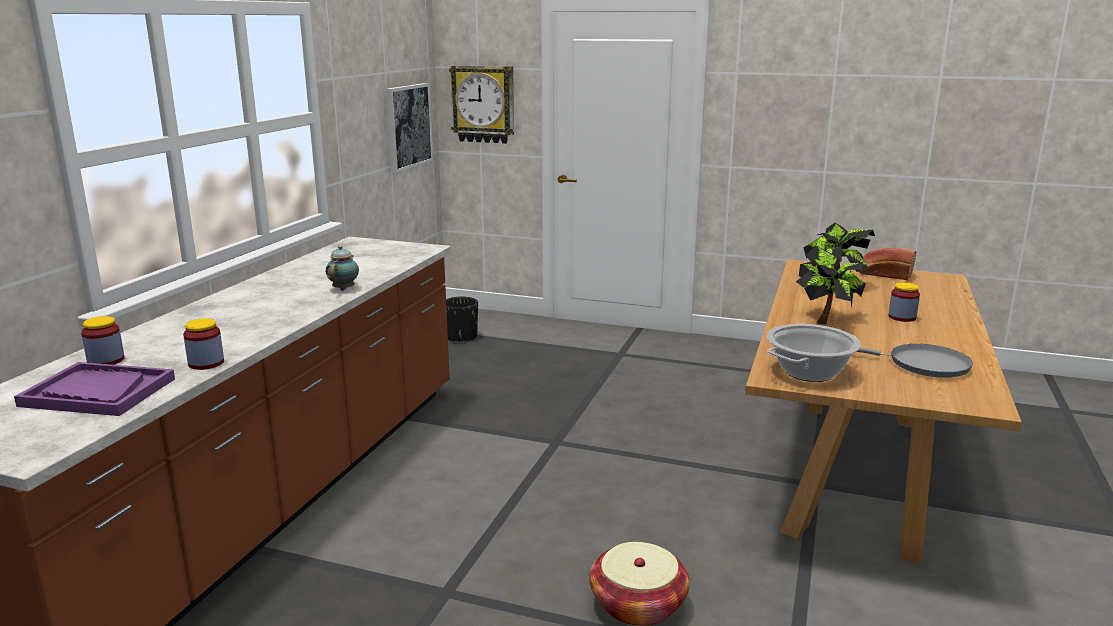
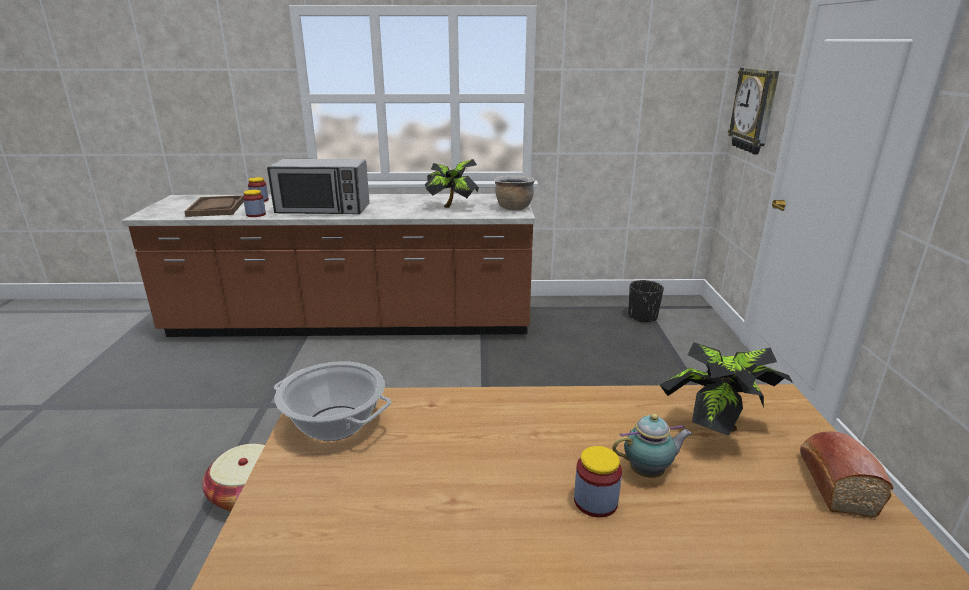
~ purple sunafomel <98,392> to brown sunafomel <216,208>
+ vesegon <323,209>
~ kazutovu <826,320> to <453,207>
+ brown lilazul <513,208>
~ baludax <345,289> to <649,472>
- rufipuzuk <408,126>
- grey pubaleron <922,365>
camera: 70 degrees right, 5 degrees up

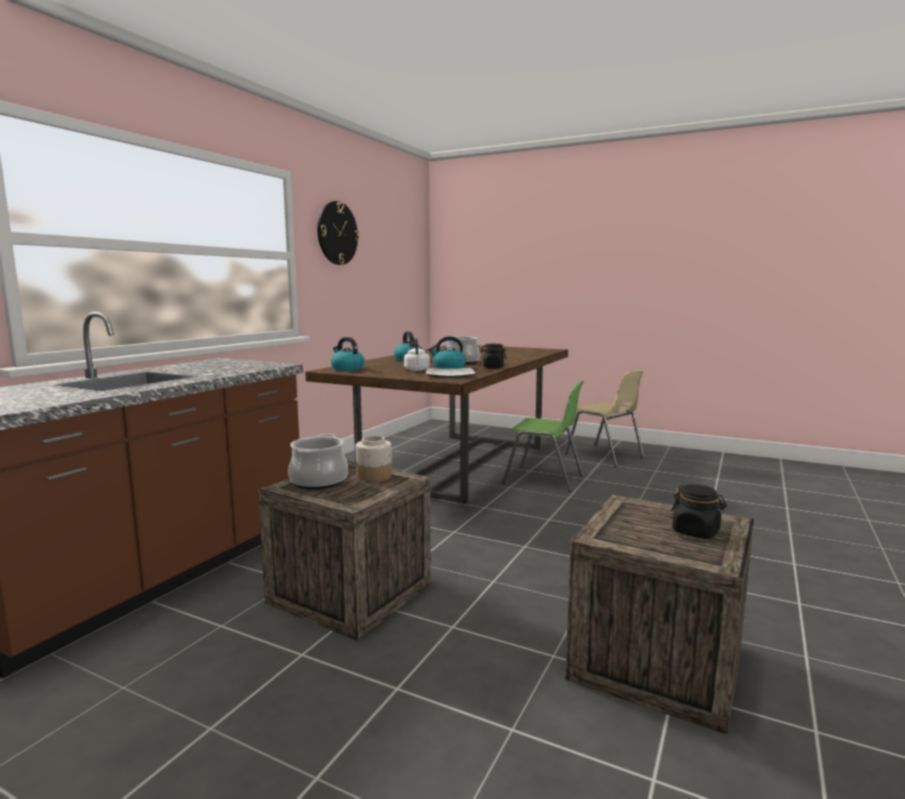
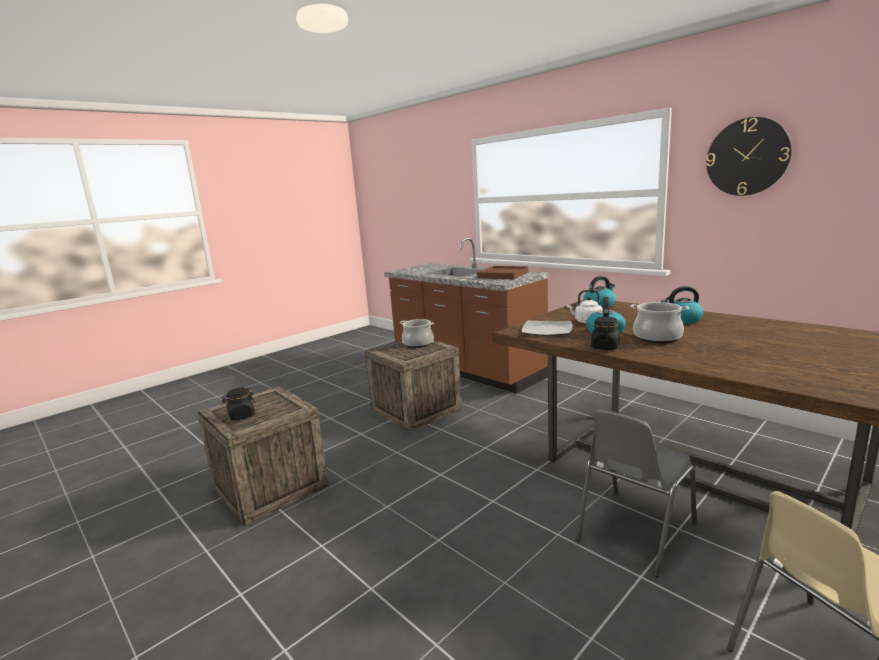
+ brown sunafomel <503,275>
~ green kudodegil <545,479> to grey kudodegil <633,532>
- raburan <374,475>
camera: 110 degrees right, 5 degrees up

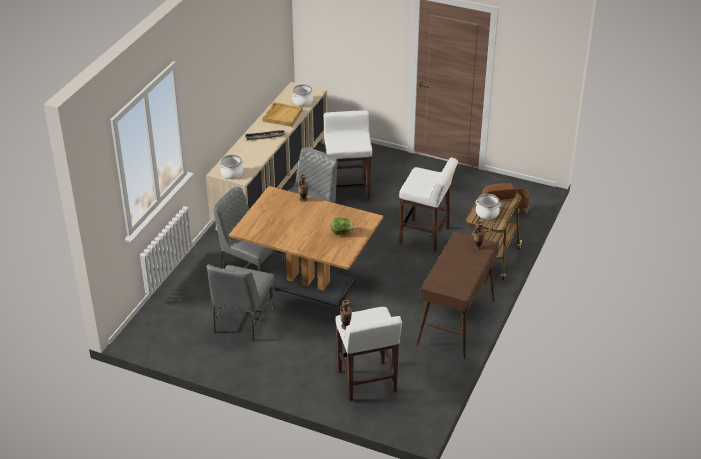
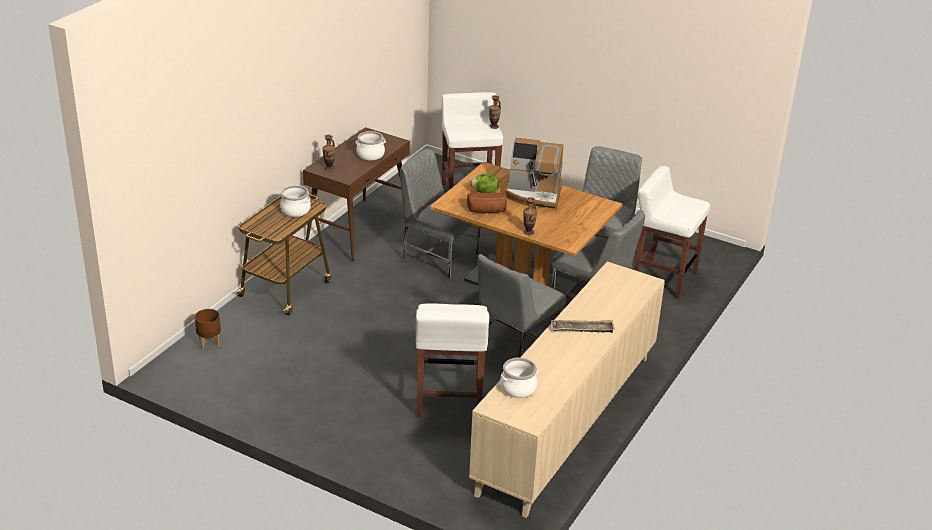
~ lilazul <232,173> to <370,155>
+ grey kudodegil <438,256>
~ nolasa <498,196> to <487,211>
+ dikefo <534,195>
~ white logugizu <425,235> to <663,278>
- beige sunafomel <282,115>
camera: 175 degrees left, 5 degrees down

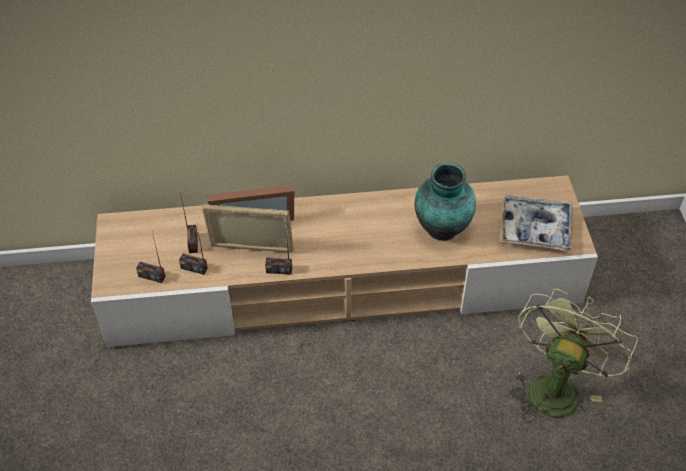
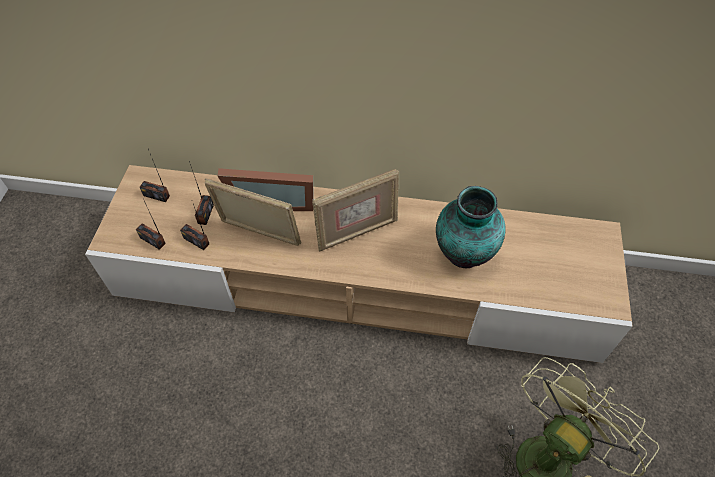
~ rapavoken <279,270> to <156,195>
+ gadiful <357,232>
- sunafomel <535,228>
camera: 15 degrees right, 5 degrees up

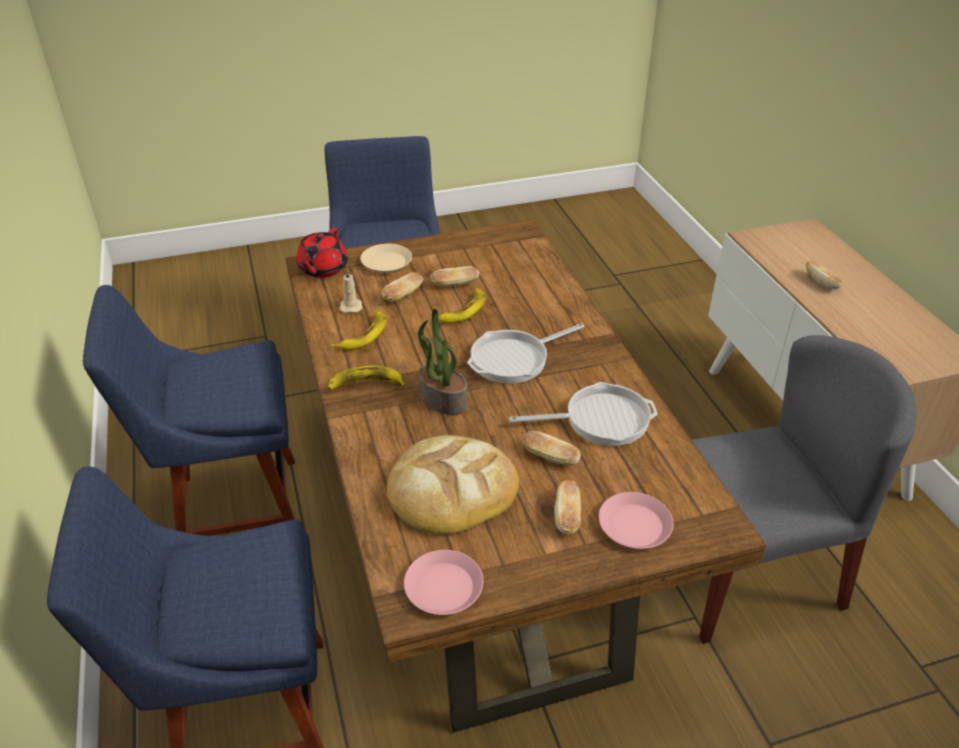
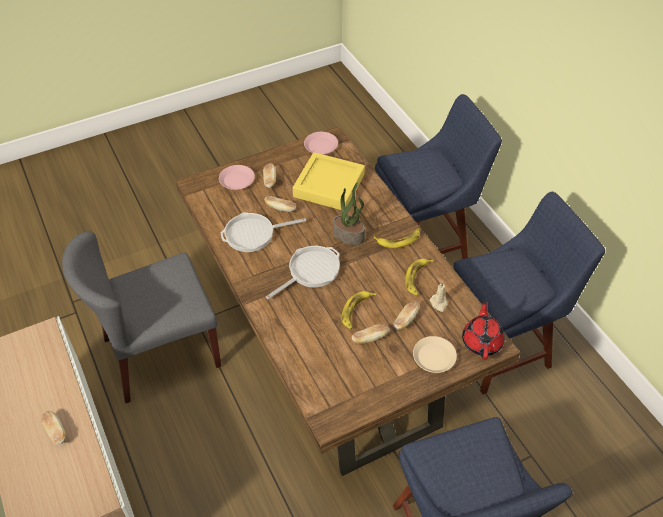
~ nolasa <451,489> to yellow sunafomel <329,186>
camera: 170 degrees right, 10 degrees up

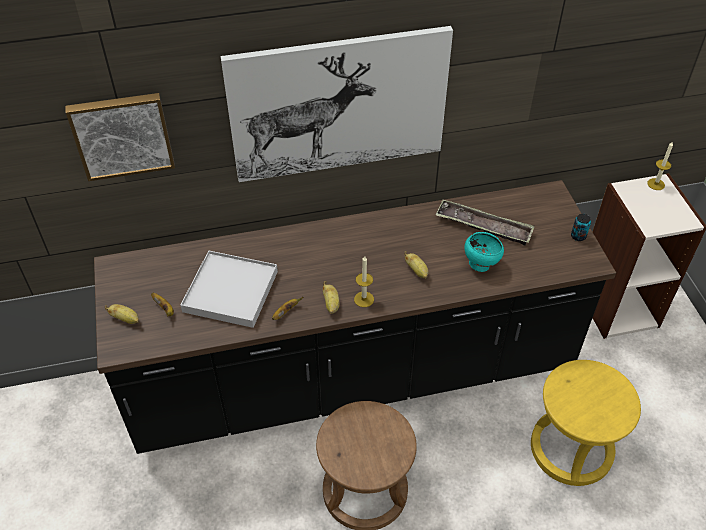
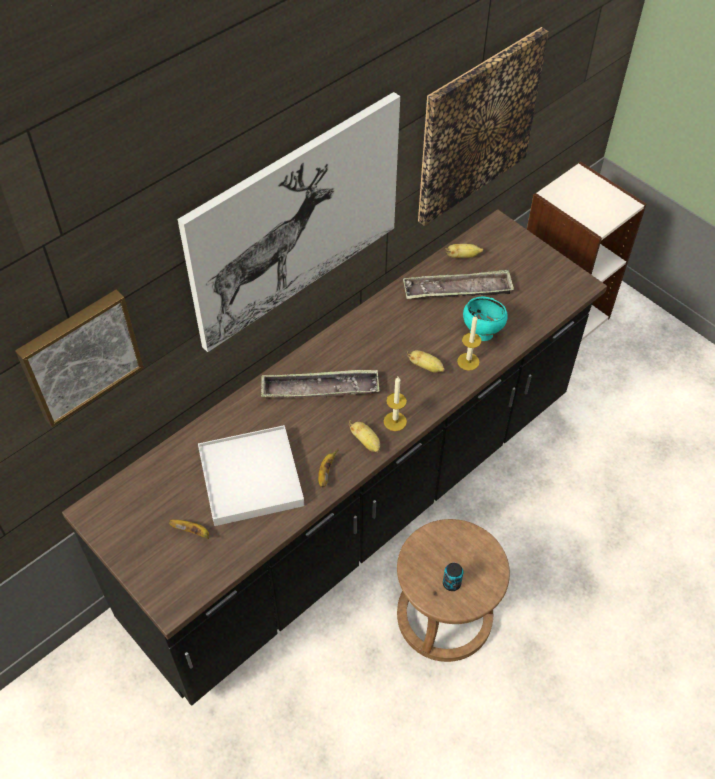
+ sunafomel <320,389>
+ rufipuzuk <477,127>
~ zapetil <578,236> to <451,583>
~ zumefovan <126,319> to <462,256>
~ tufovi <656,184> to <468,361>
- yellow logugizu <571,449>
camera: 30 degrees left, 5 degrees up

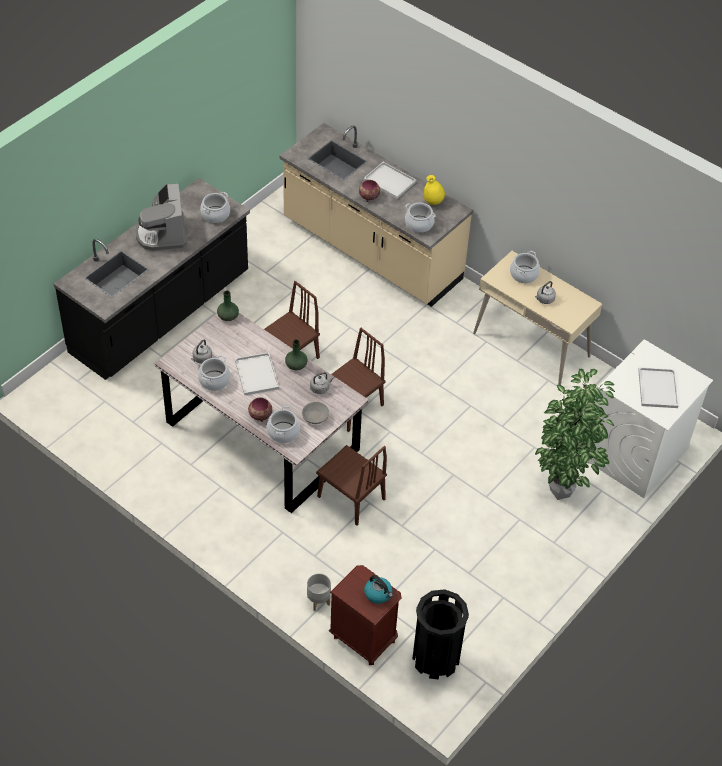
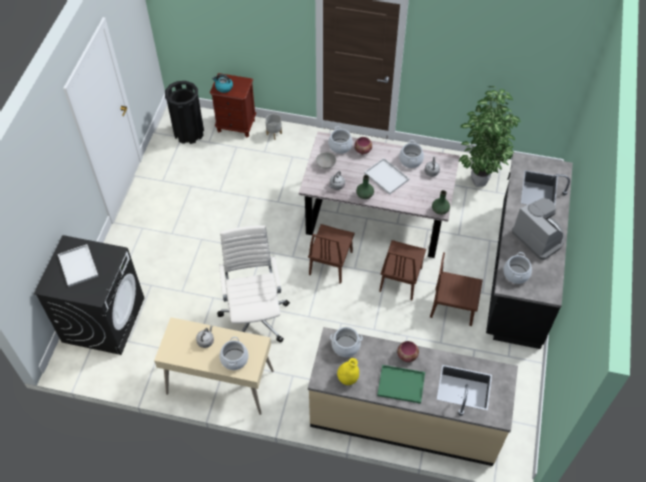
~ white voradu <633,454> to black voradu <103,319>
+ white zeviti <255,316>
~ white sunafomel <390,181> to green sunafomel <400,385>
~ brown kudodegil <351,497> to <453,307>
~ kazutovu <563,491> to <477,182>
camera: 155 degrees right, 5 degrees up

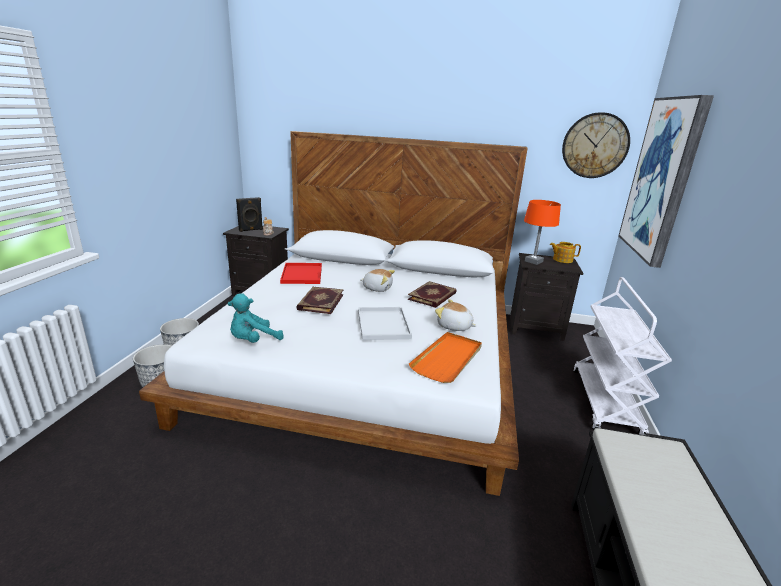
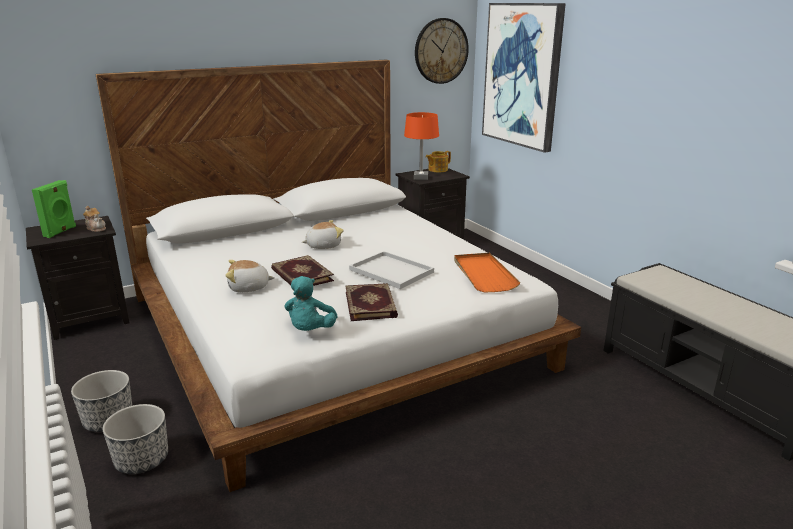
~ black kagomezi <251,230> to green kagomezi <61,231>
~ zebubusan <454,326> to <249,288>
~ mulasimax <433,296> to <371,304>
- red sunafomel <302,275>
- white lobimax <605,402>
camera: 40 degrees left, 0 degrees up

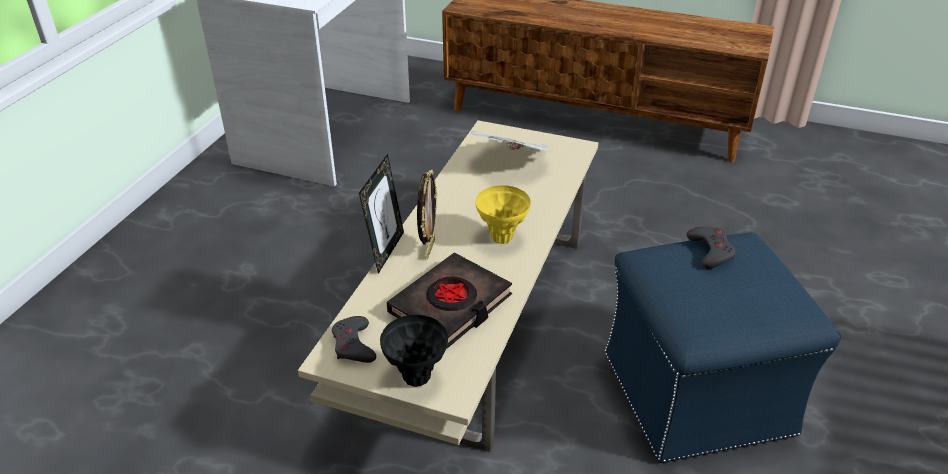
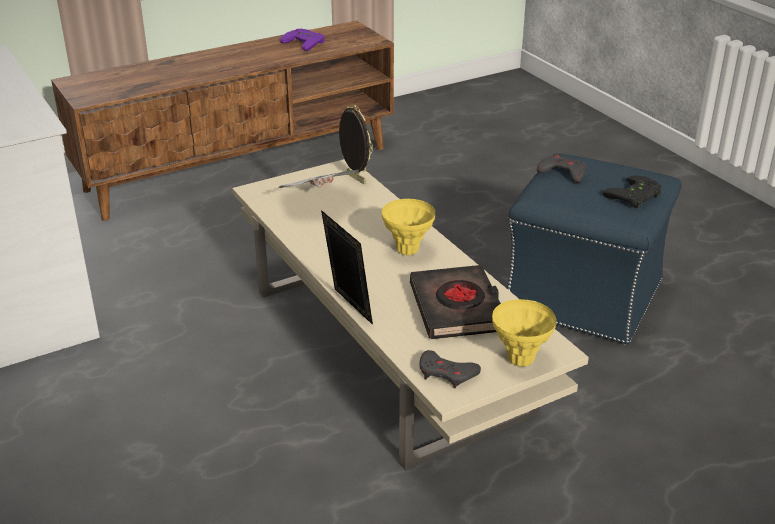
+ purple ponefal <306,42>
~ gadiful <428,249> to <355,179>
~ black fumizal <416,377> to yellow fumizal <520,360>
+ black ponefal <635,196>
camera: 50 degrees left, 5 degrees down

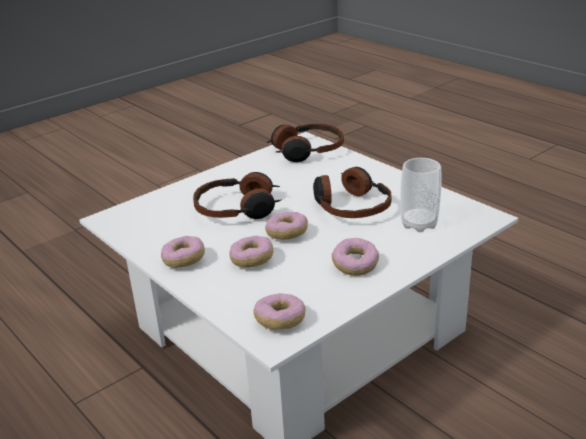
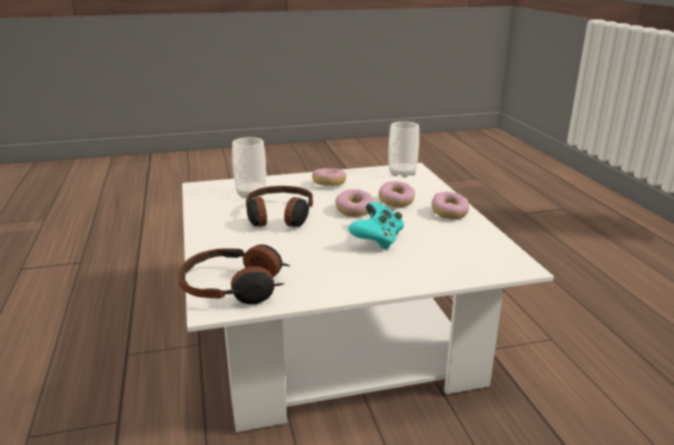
~ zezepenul <238,209> to turquoise ponefal <377,240>
~ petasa <280,320> to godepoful <402,173>
camera: 155 degrees left, 5 degrees down

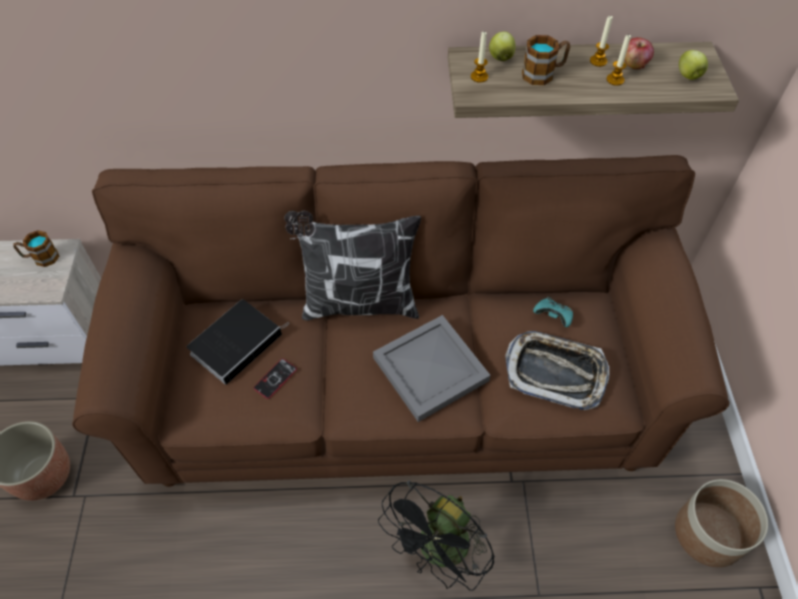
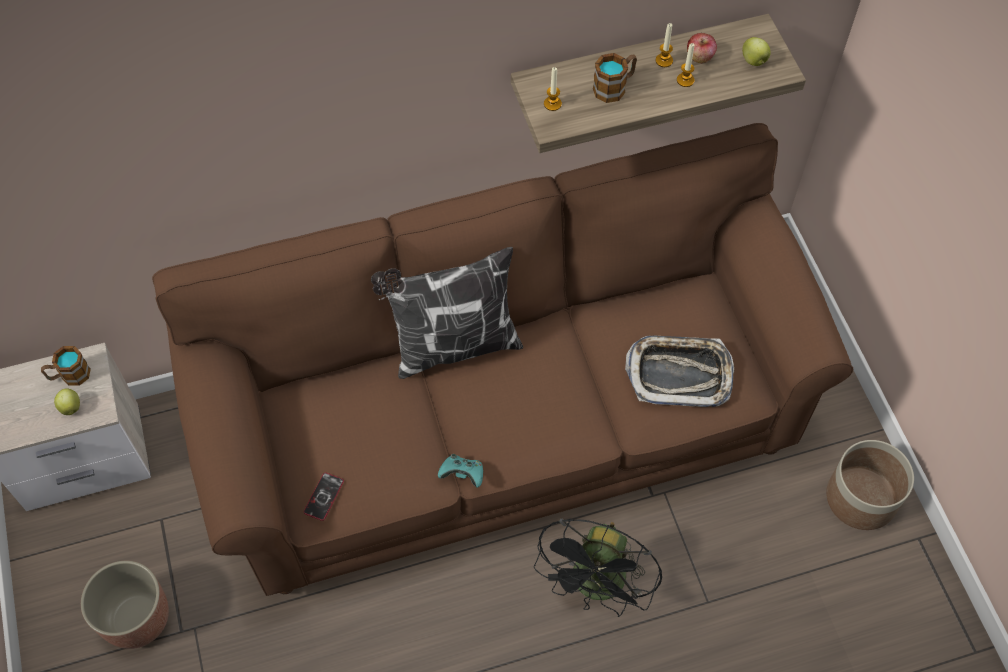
~ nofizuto <500,57> to <70,407>
~ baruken <275,379> to <324,497>
~ turquoise ponefal <553,317> to <463,475>
- mulasimax <237,342>
- grey sunafomel <431,367>
camera: 15 degrees left, 5 degrees up

